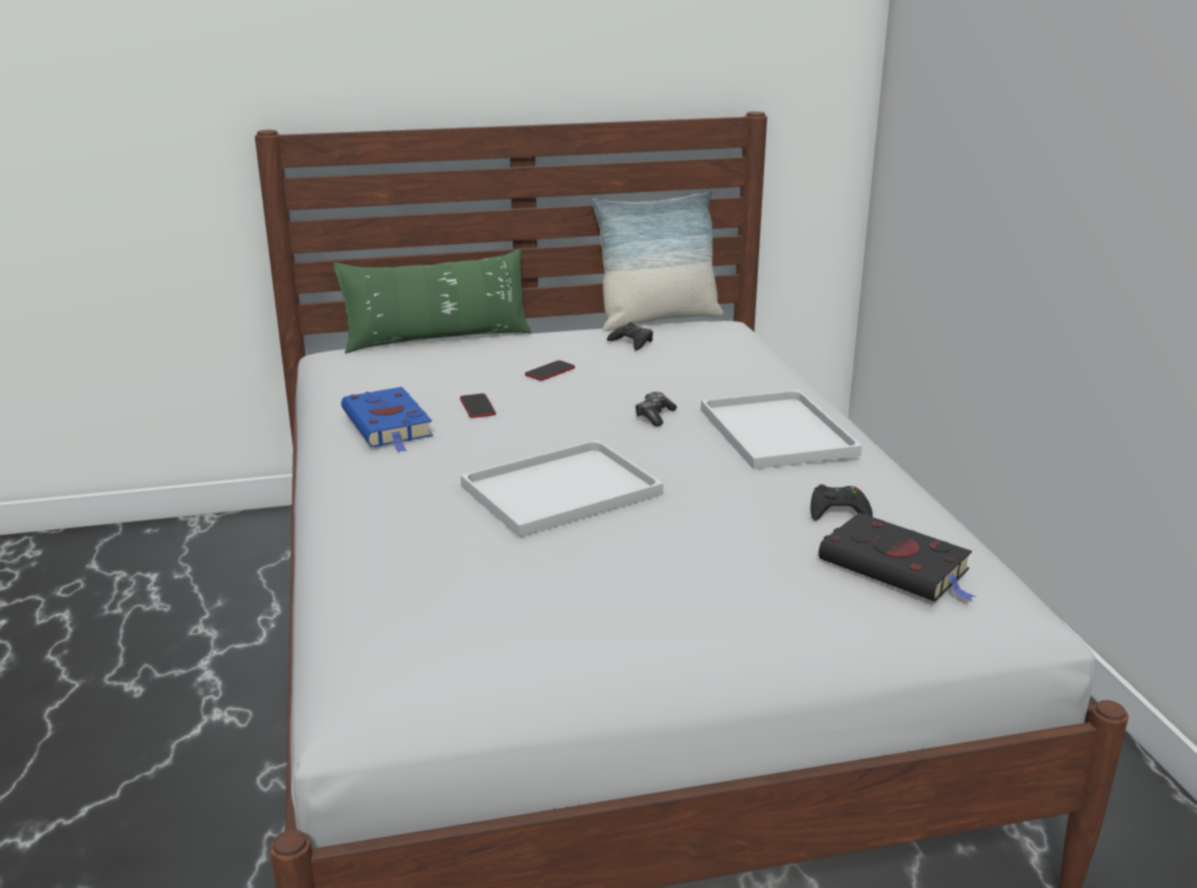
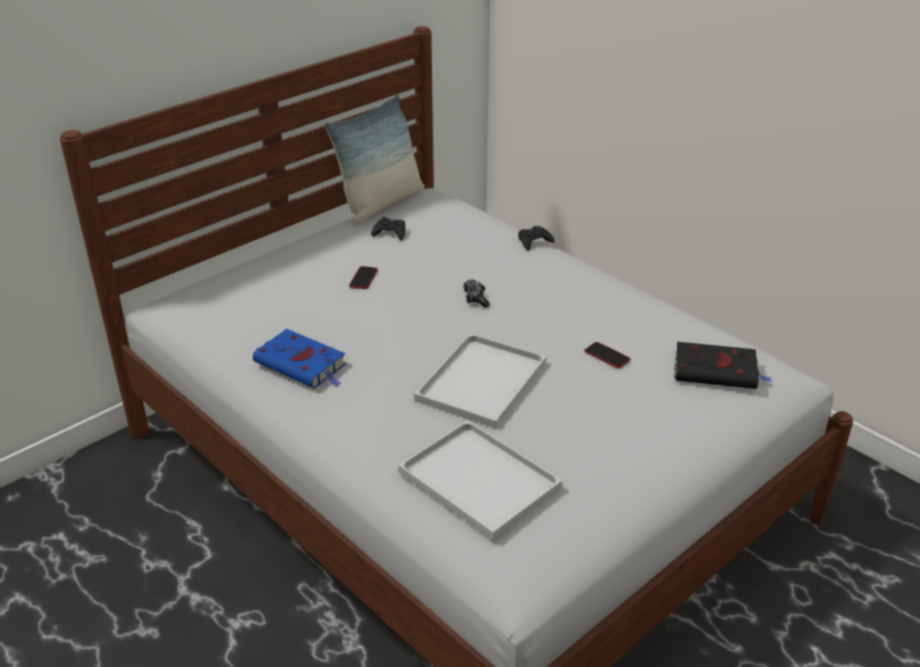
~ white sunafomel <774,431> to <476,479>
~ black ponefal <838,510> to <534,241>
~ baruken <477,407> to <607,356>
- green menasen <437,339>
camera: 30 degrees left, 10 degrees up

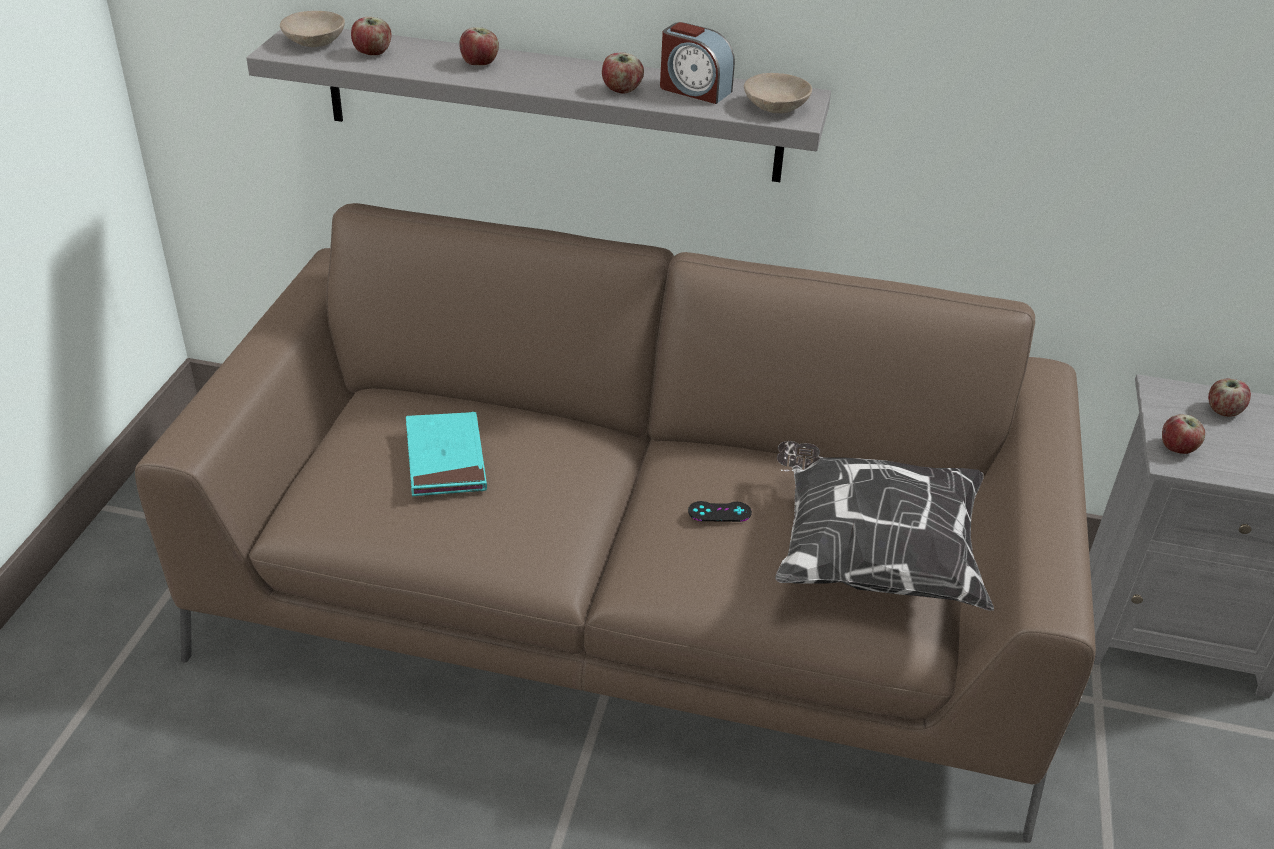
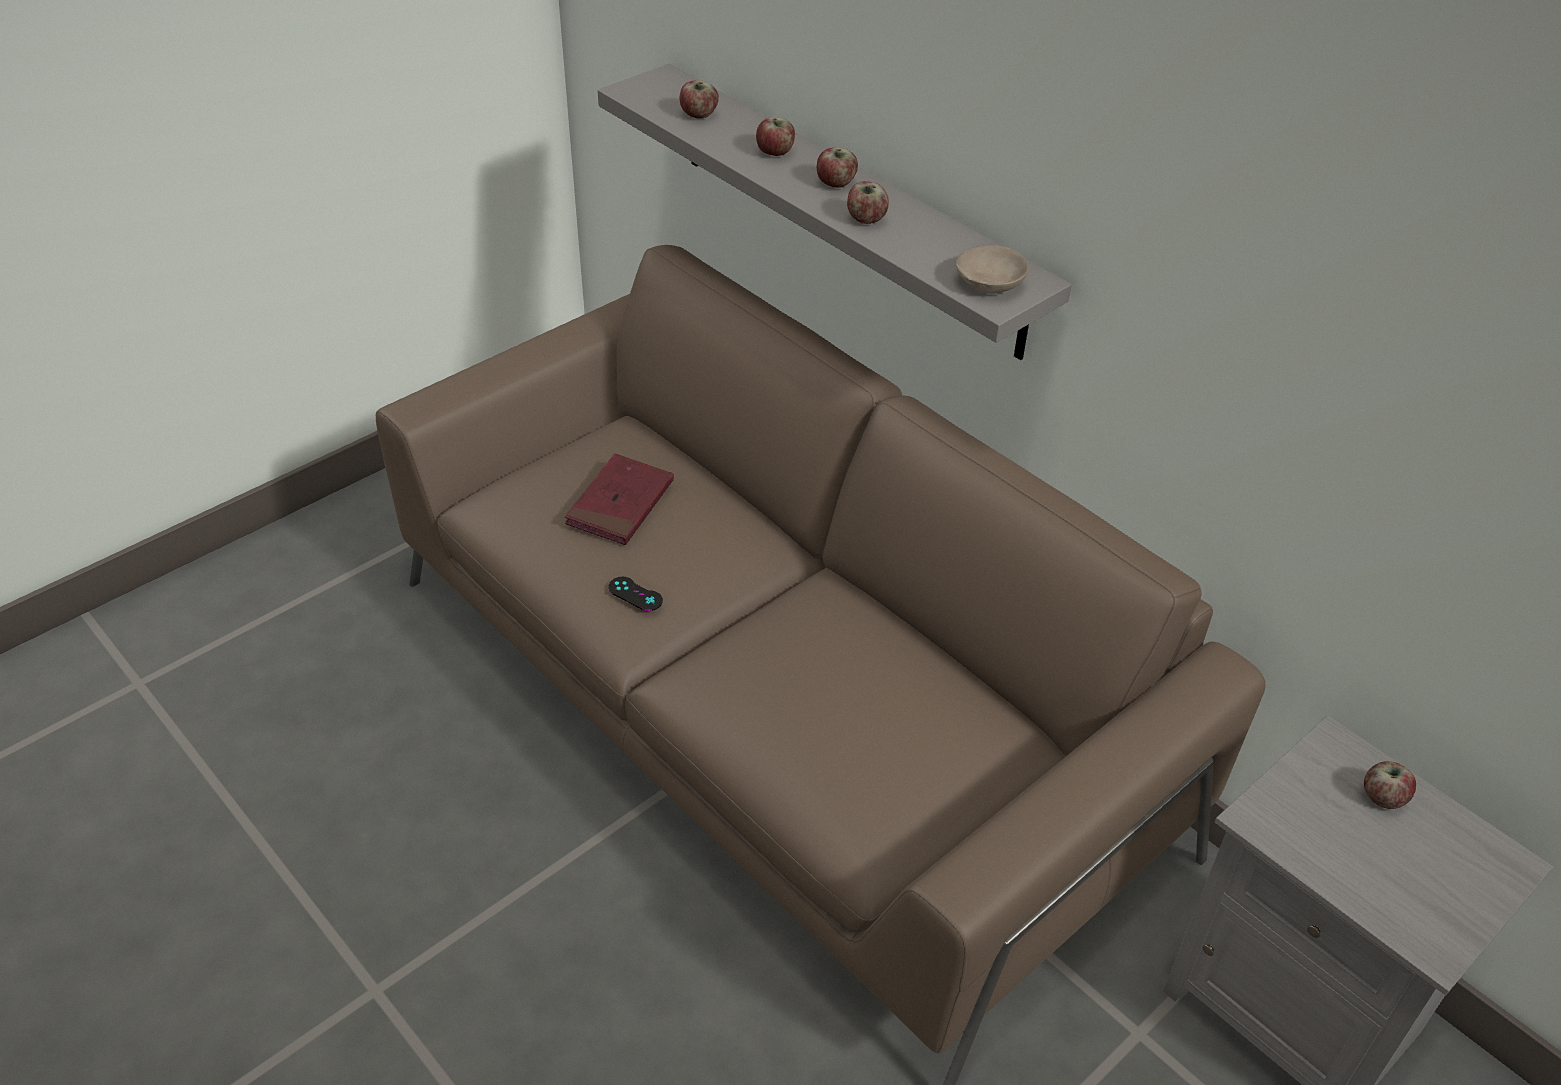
~ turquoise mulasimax <445,458> to red mulasimax <620,503>
~ black ponefal <719,512> to <635,594>
~ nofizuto <1178,448> to <836,184>
- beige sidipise <315,41>
- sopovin <694,90>
- menasen <871,556>
camera: 35 degrees right, 5 degrees up

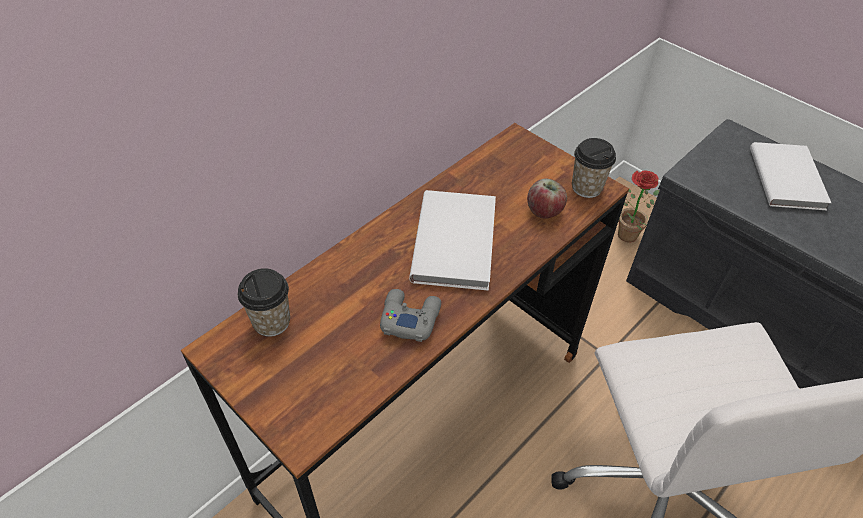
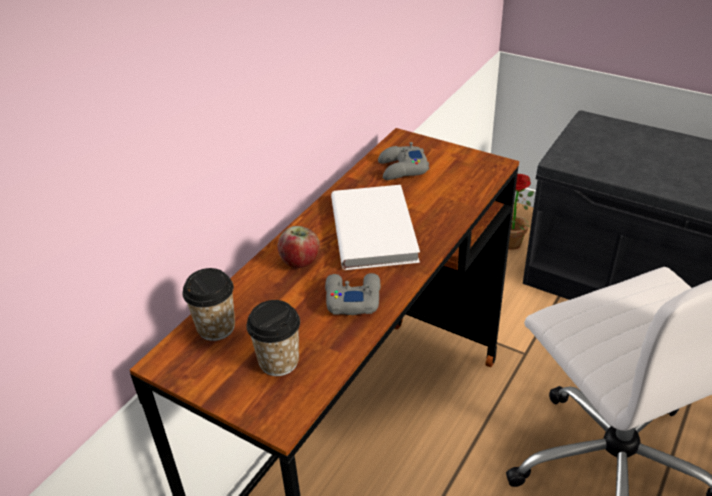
~ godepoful <586,187> to <279,361>
~ nofizuto <544,211> to <300,261>
+ grey ponefal <402,169>
- white mulasimax <788,178>
camera: 10 degrees left, 10 degrees down

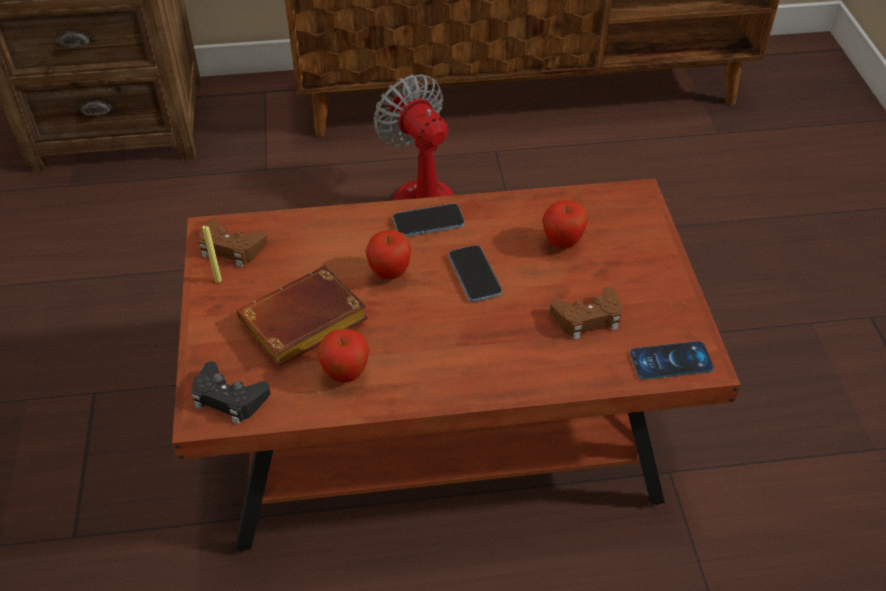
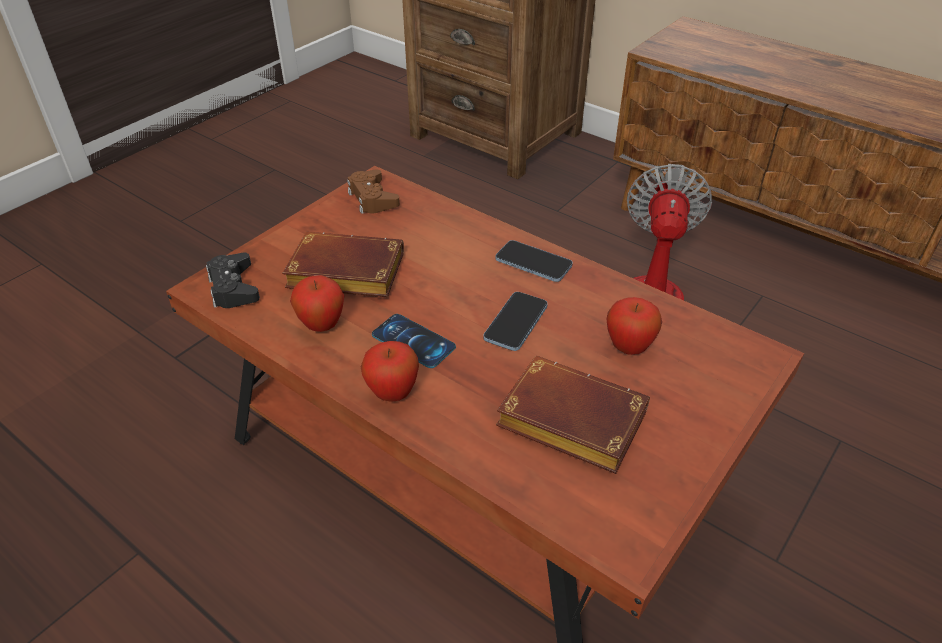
~ nofizuto <390,273> to <392,393>
~ baruken <671,361> to <413,341>
~ brown ponefal <587,318> to brown mulasimax <567,422>
- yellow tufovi <218,280>
camera: 45 degrees right, 5 degrees down

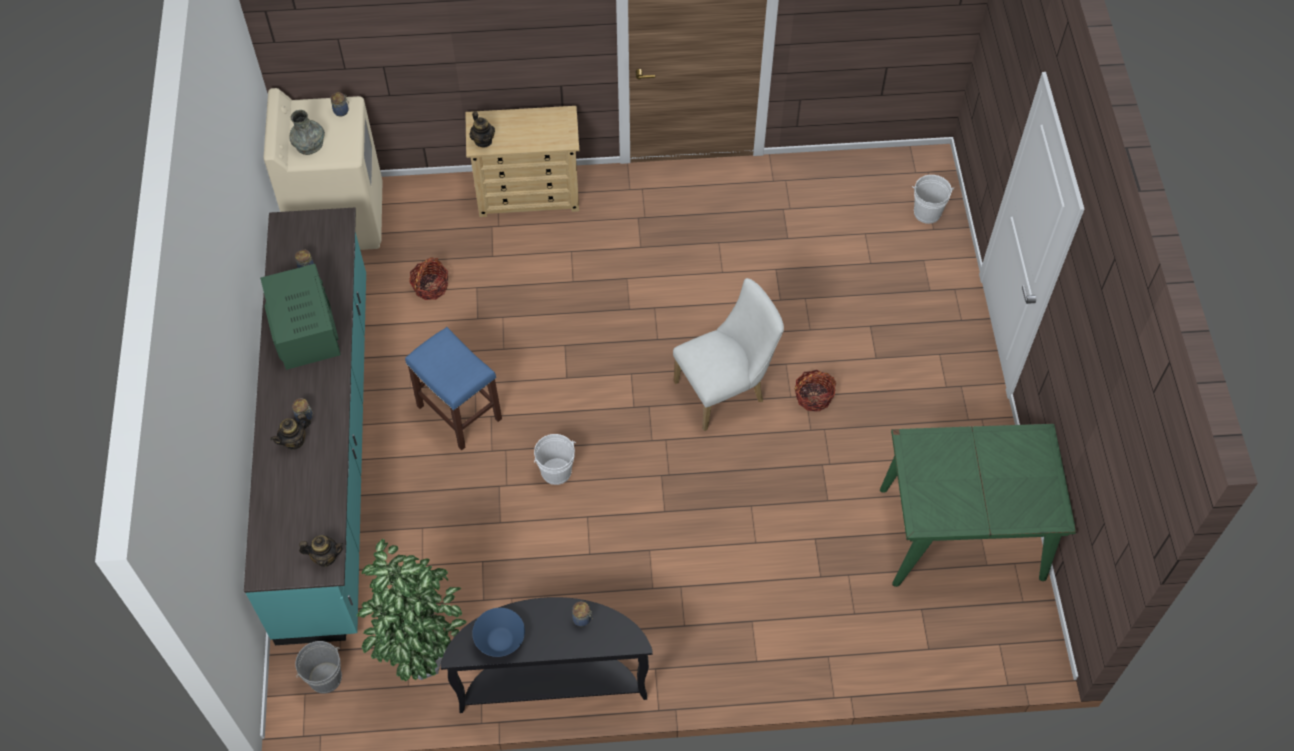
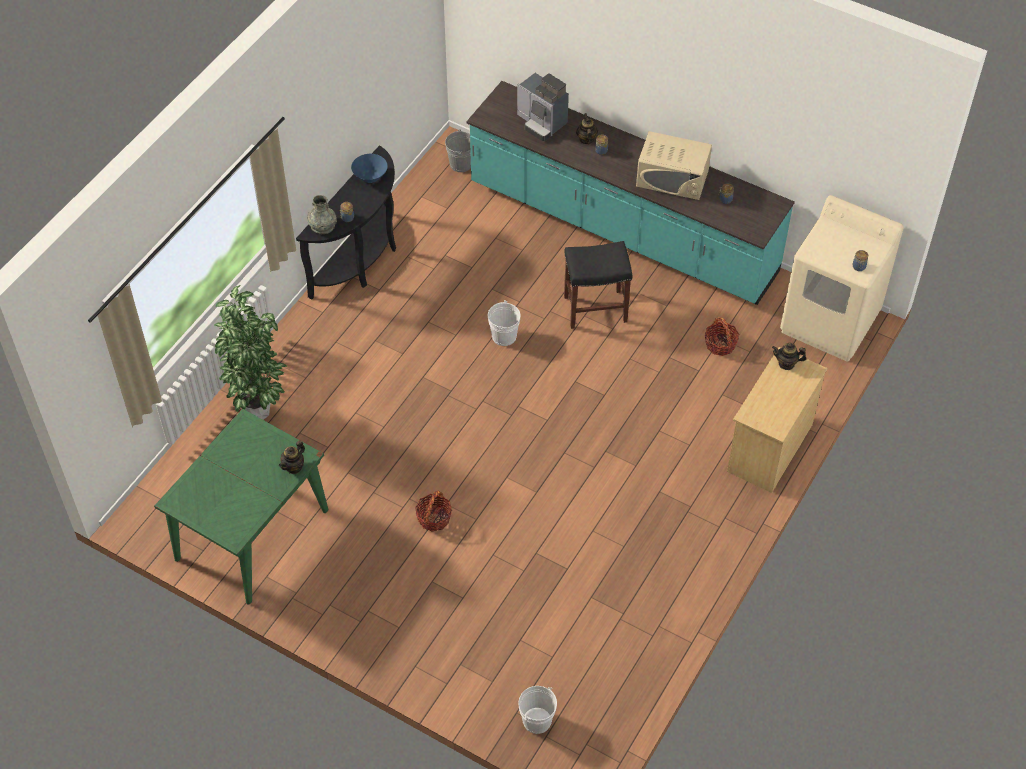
~ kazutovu <425,662> to <260,415>
~ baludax <325,557> to <294,467>
~ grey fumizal <309,144> to <323,226>
+ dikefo <541,122>
~ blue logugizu <460,413> to black logugizu <594,309>
~ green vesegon <304,329> to beige vesegon <672,178>
- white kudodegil <725,390>
camera: 125 degrees right, 5 degrees down

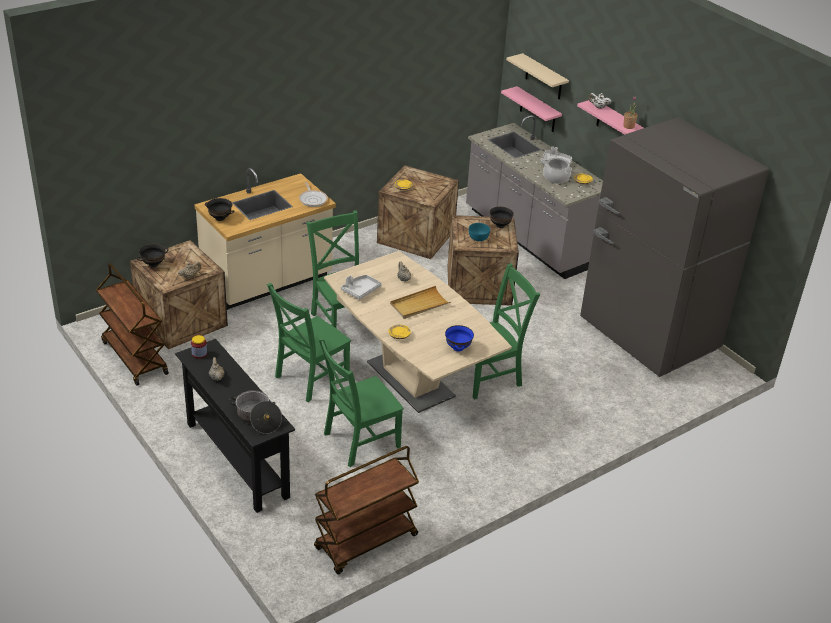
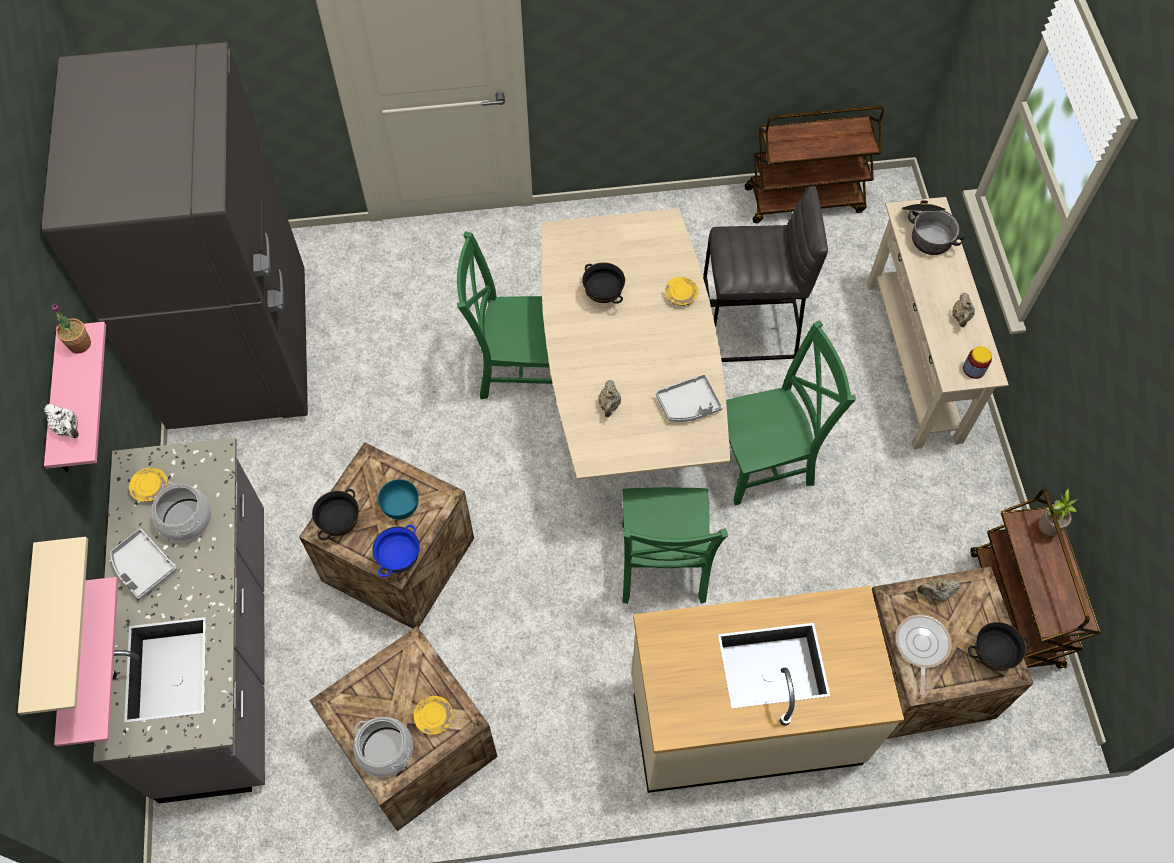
+ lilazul <385,751>
~ blue sidipise <458,348> to <399,559>
~ black sidipise <220,218> to <602,295>
~ green kudodegil <358,441> to grey logugizu <749,330>
~ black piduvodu <236,460> to beige piduvodu <914,360>
~ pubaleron <313,199> to <921,646>
+ kazutovu <1047,528>
- beige sunafomel <419,305>
camera: 150 degrees left, 25 degrees up

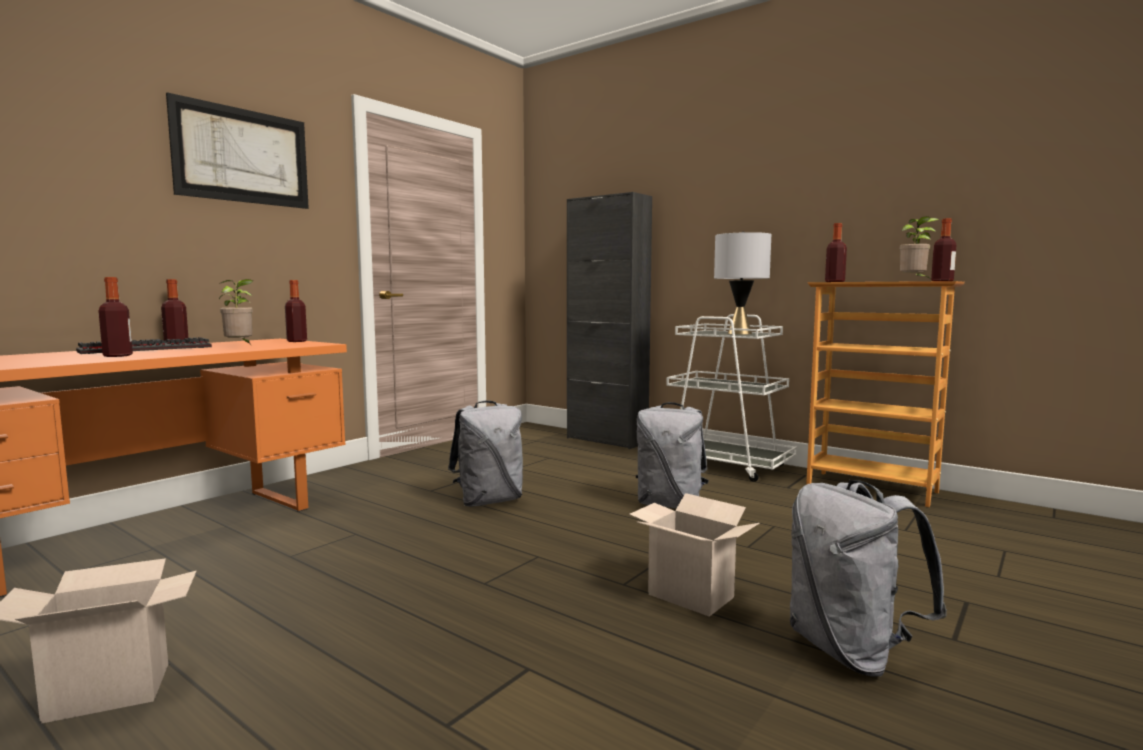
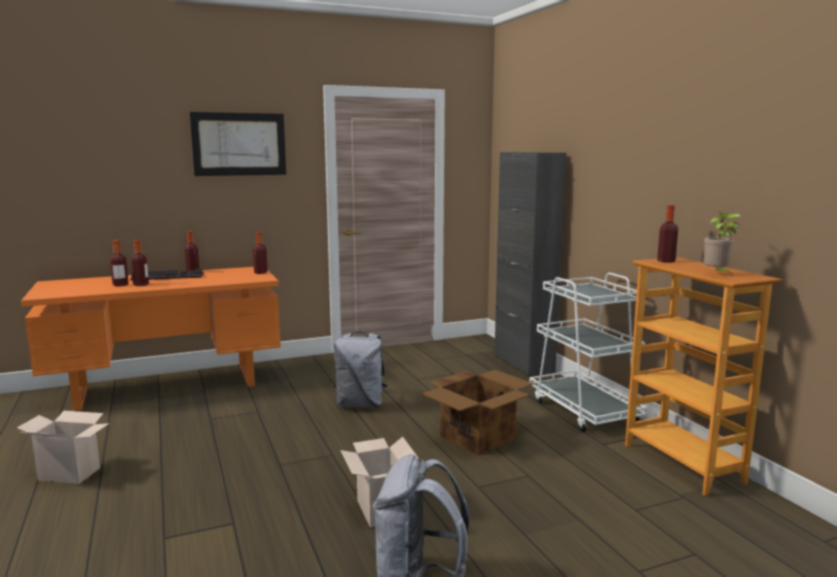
~ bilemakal <942,281> to <120,285>
~ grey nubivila <670,505> to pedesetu <478,437>
- kazutovu <240,346>
- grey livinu <739,333>
camera: 30 degrees right, 5 degrees up

